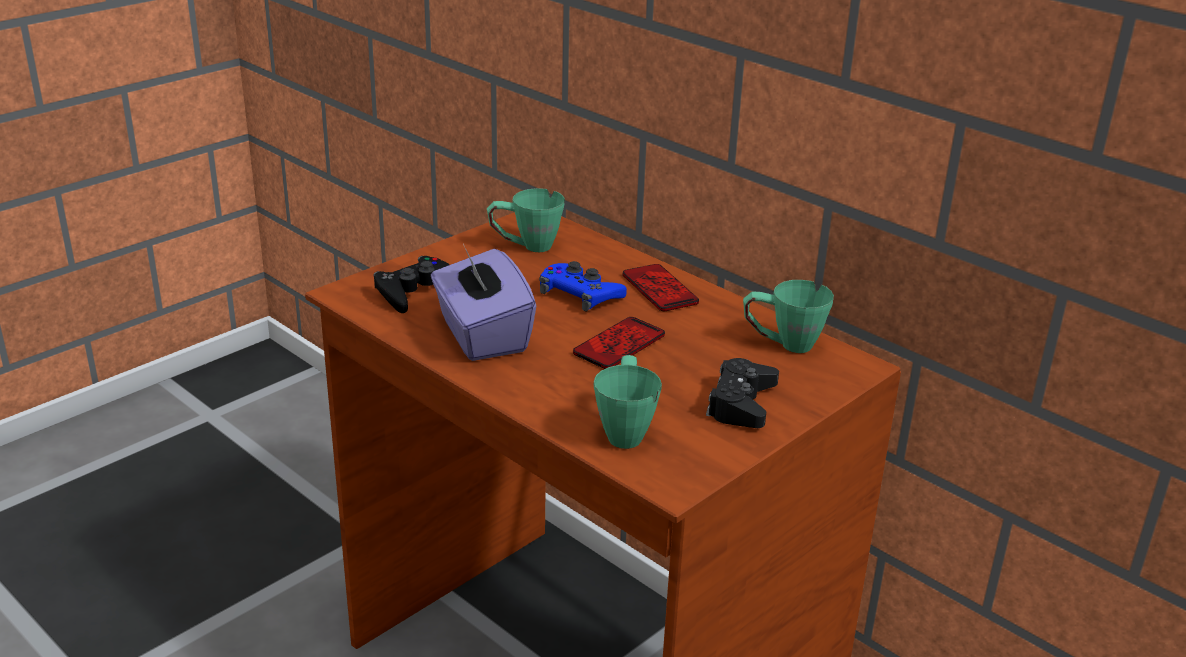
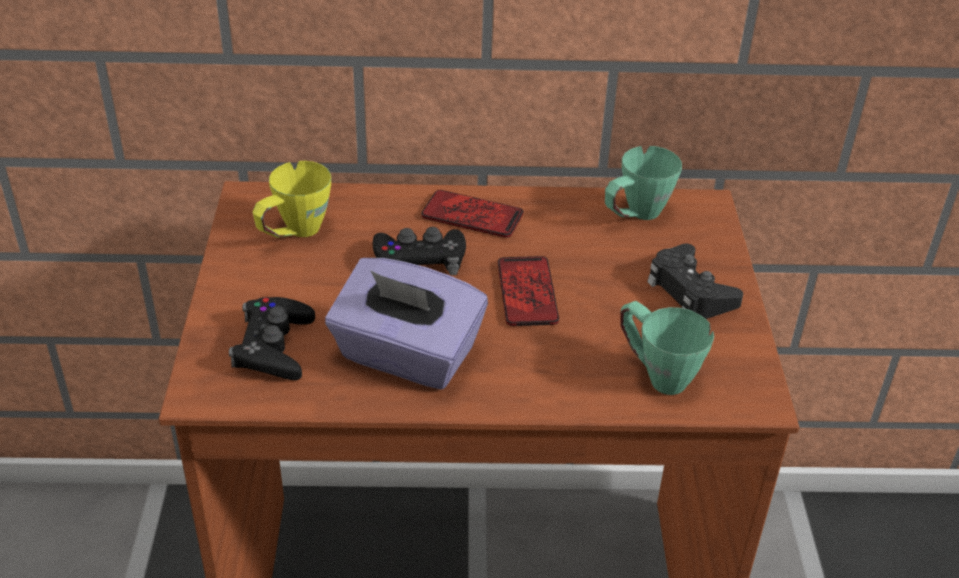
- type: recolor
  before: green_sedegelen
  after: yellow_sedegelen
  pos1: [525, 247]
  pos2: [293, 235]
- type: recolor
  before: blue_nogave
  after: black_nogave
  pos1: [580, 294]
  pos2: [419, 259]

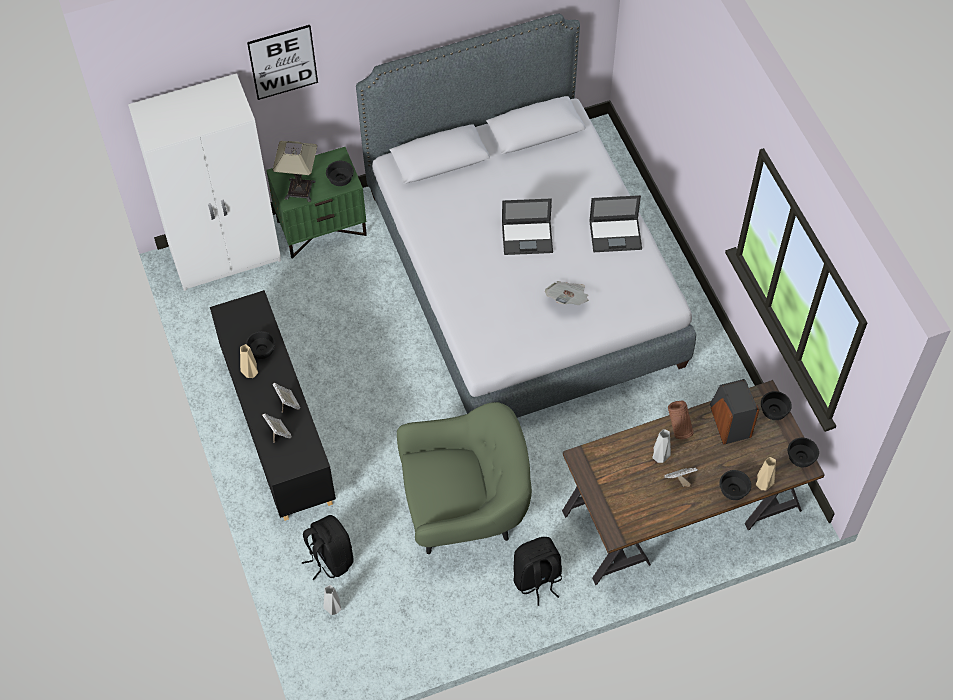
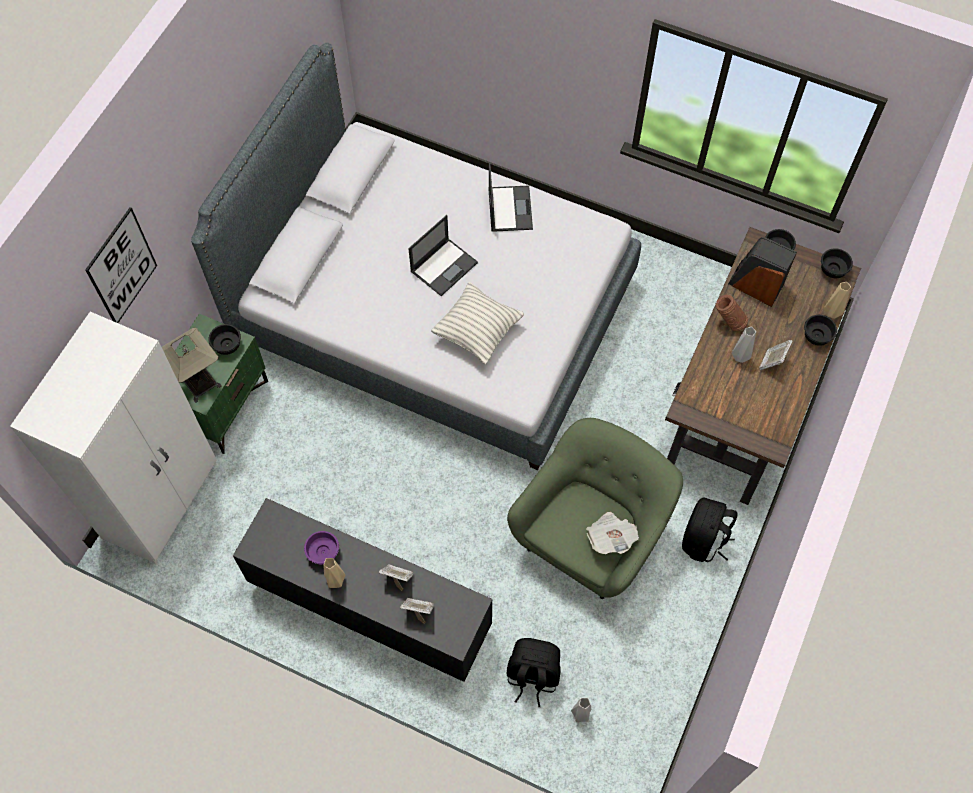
- type: recolor
  before: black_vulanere
  after: purple_vulanere
  pos1: [261, 350]
  pos2: [322, 552]
- type: insert
  after: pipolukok
  pos2: [477, 332]
- type: rotate
  before: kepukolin
  pos1: [616, 234]
  pos2: [510, 208]
  turn: -45
- type: move
  before: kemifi
  pos1: [568, 299]
  pos2: [610, 537]

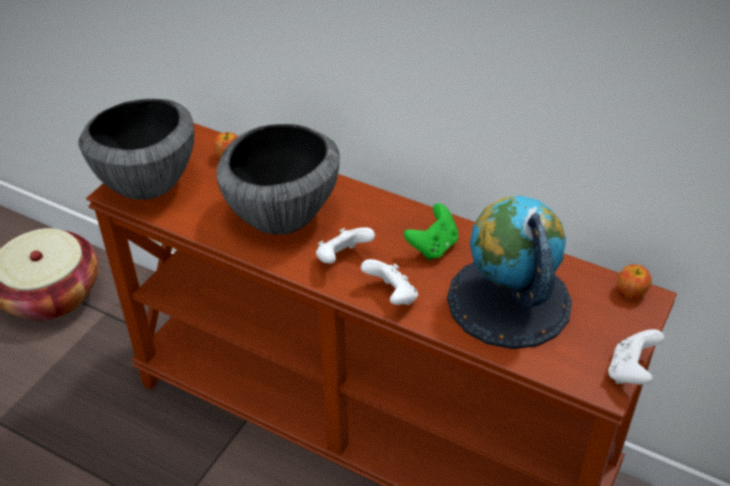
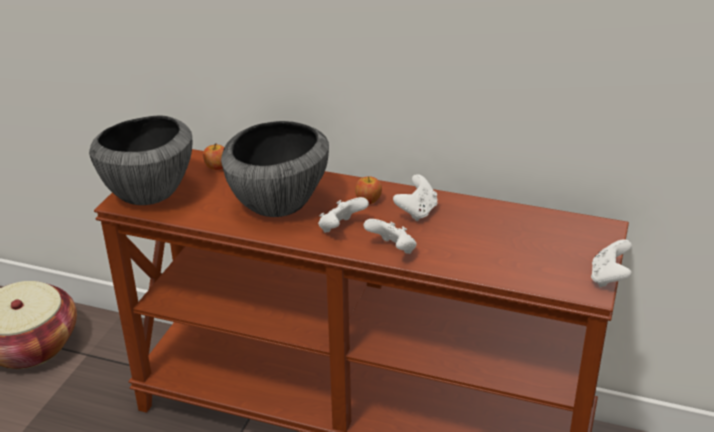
- type: move
  before: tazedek
  pos1: [631, 292]
  pos2: [368, 200]
- type: recolor
  before: green_nogave
  after: white_nogave
  pos1: [433, 247]
  pos2: [417, 212]
- type: delete
  before: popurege
  pos1: [508, 301]

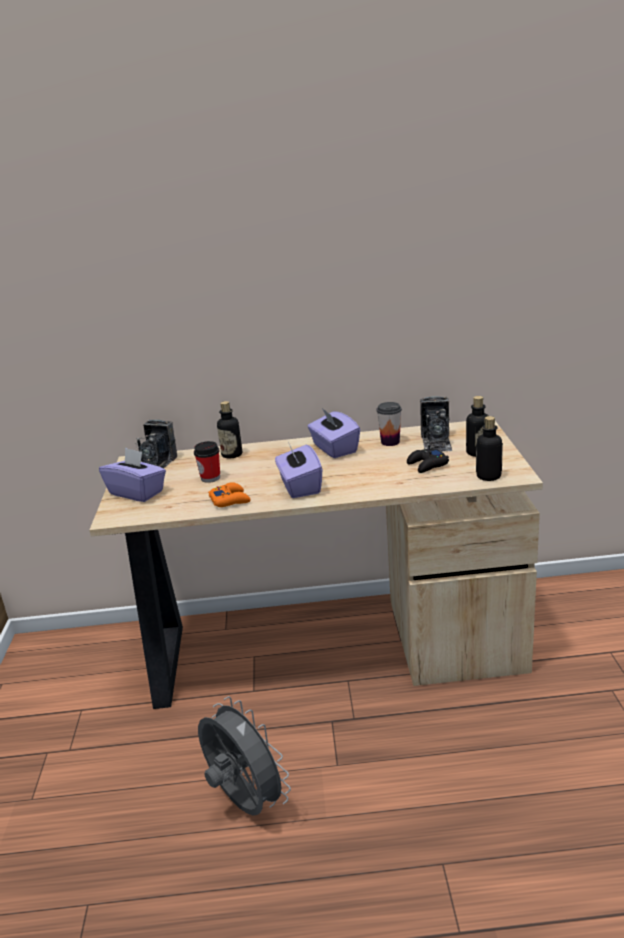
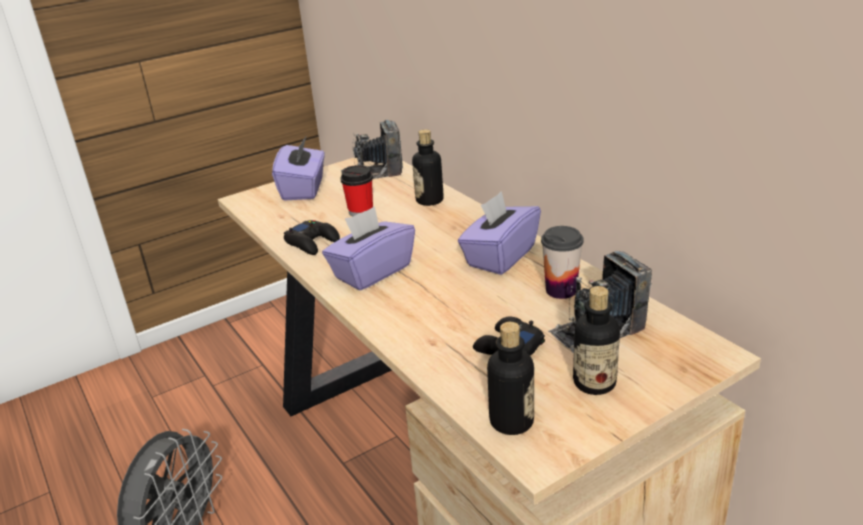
- type: recolor
  before: orange_nogave
  after: black_nogave
  pos1: [230, 500]
  pos2: [312, 242]

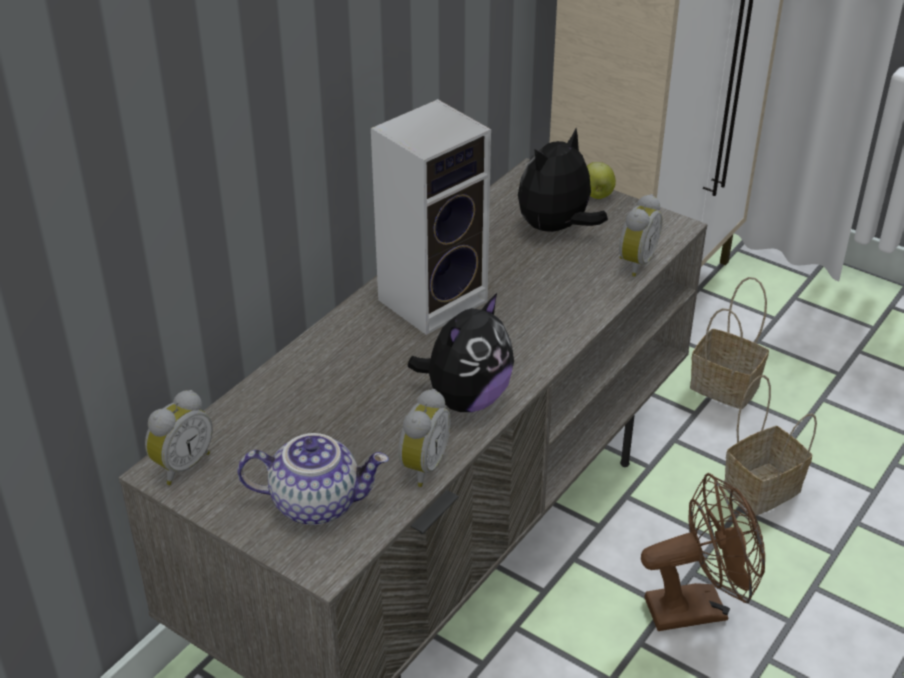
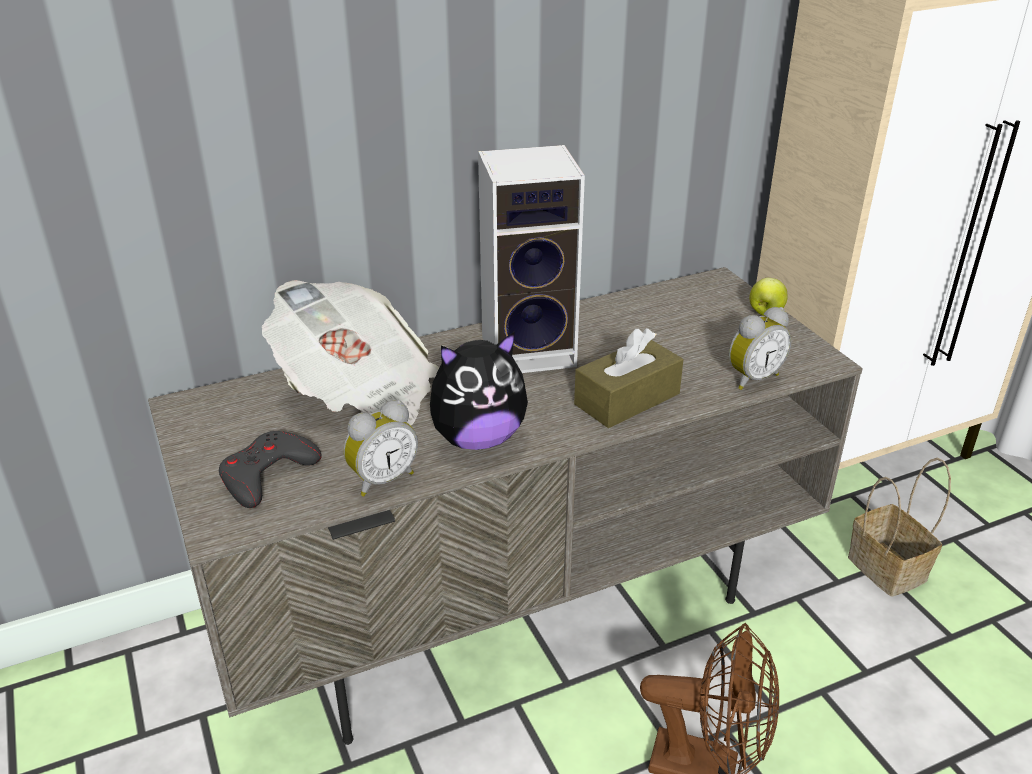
- type: replace
  before: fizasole
  after: grey_nogave
  pos1: [317, 502]
  pos2: [267, 474]
- type: insert
  after: kemifi
  pos2: [358, 391]
- type: insert
  after: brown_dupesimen
  pos2: [627, 399]
- type: delete
  before: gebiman
  pos1: [181, 465]
- type: delete
  before: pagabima
  pos1: [556, 228]
- type: delete
  before: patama
  pos1: [761, 490]

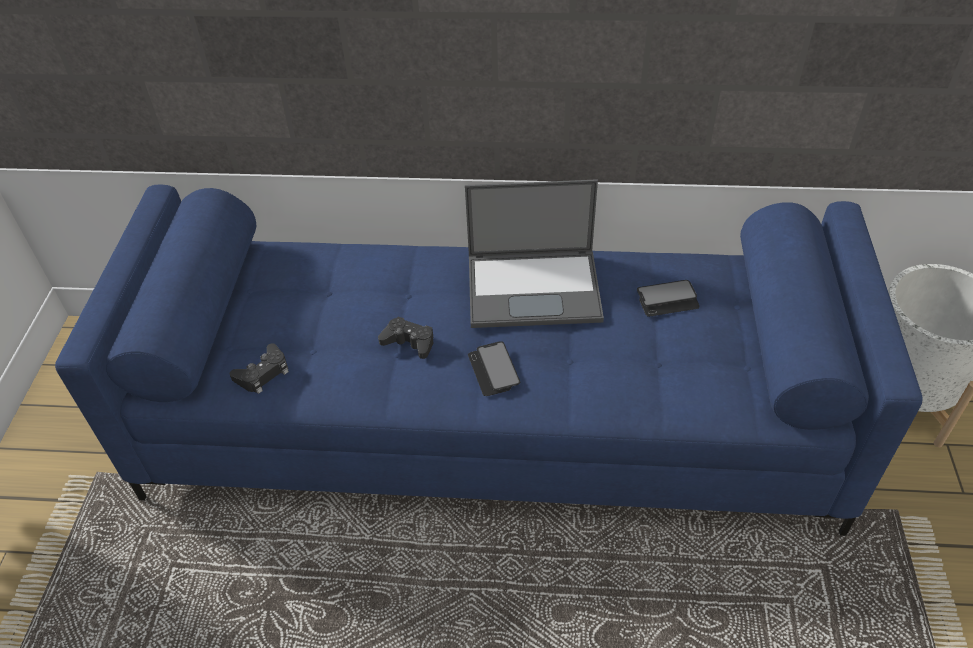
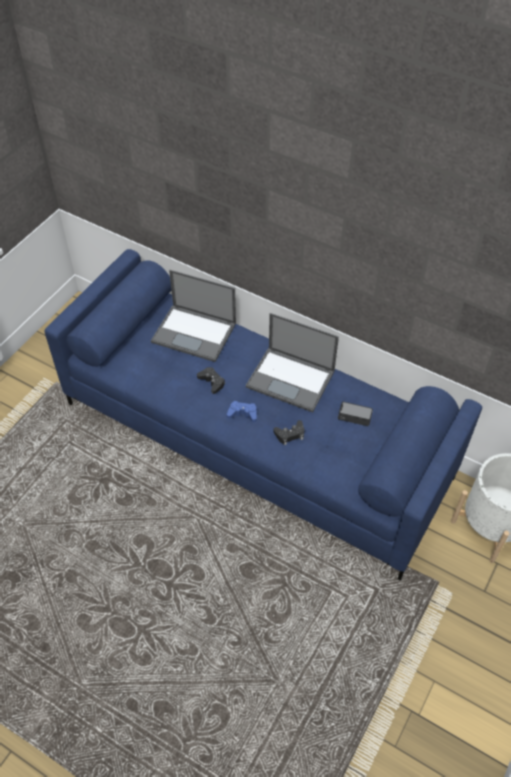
- type: insert
  after: kepukolin
  pos2: [195, 333]
- type: replace
  before: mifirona
  after: blue_nogave
  pos1: [493, 370]
  pos2: [242, 413]
- type: move
  before: black_nogave
  pos1: [263, 373]
  pos2: [290, 434]

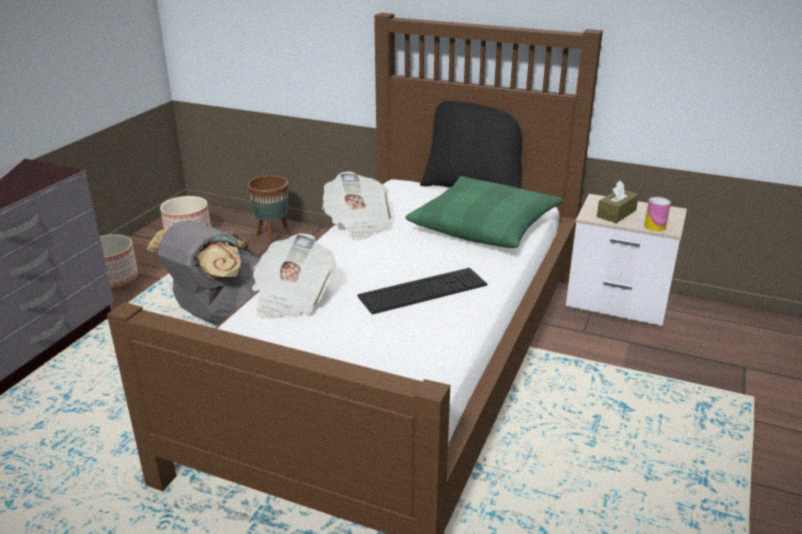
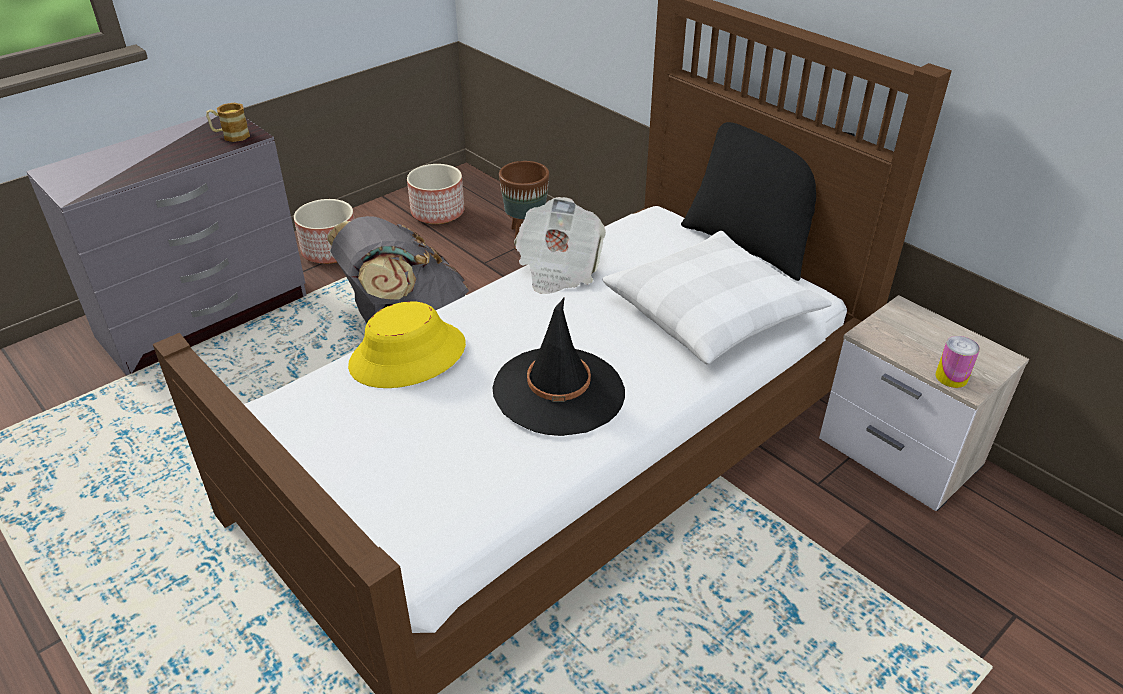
- type: insert
  after: sedegelen
  pos2: [230, 135]
- type: replace
  before: kemifi
  after: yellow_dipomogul
  pos1: [291, 298]
  pos2: [408, 356]
- type: replace
  before: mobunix
  after: black_dipomogul
  pos1: [423, 291]
  pos2: [559, 391]
- type: recolor
  before: green_pipolukok
  after: white_pipolukok
  pos1: [485, 225]
  pos2: [712, 312]
- type: delete
  before: brown_dupesimen
  pos1: [616, 213]

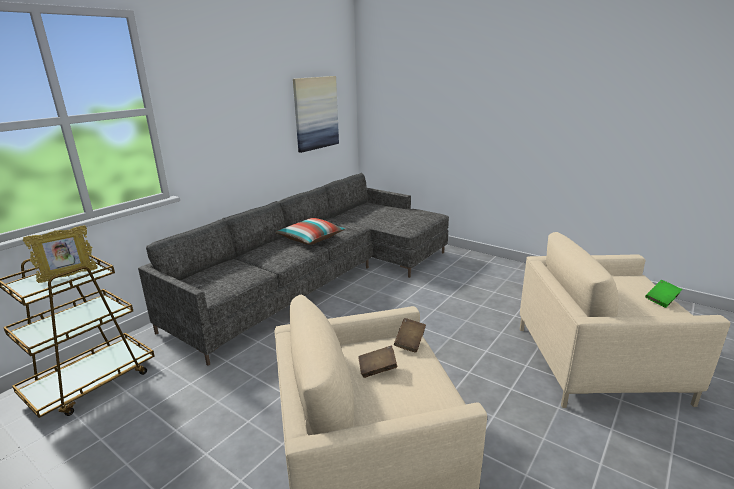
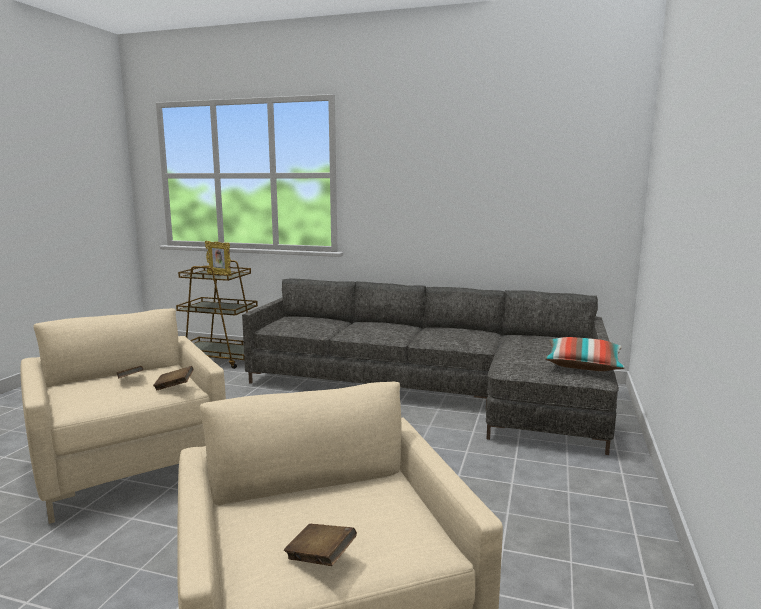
- type: recolor
  before: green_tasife
  after: brown_tasife
  pos1: [661, 300]
  pos2: [320, 558]
- type: move
  before: pipolukok
  pos1: [311, 239]
  pos2: [583, 365]
- type: delete
  before: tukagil
  pos1: [315, 113]

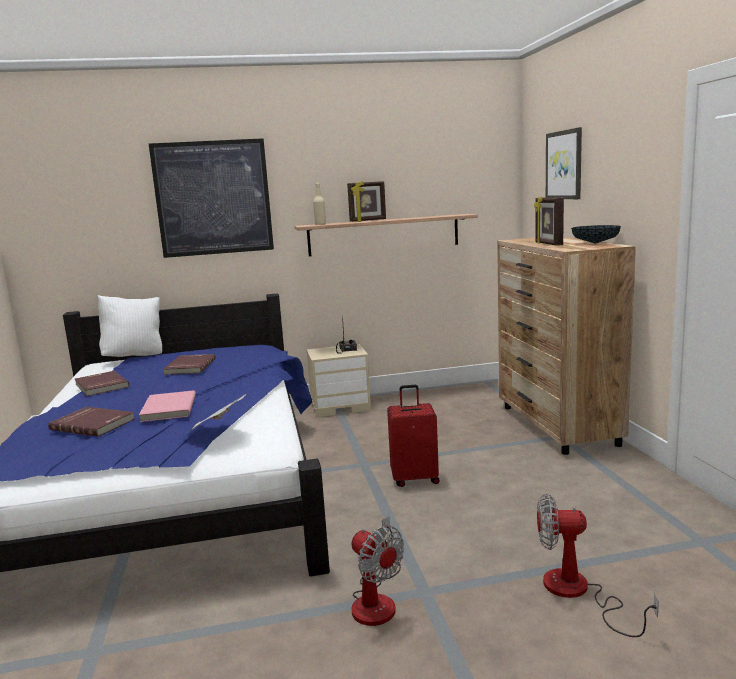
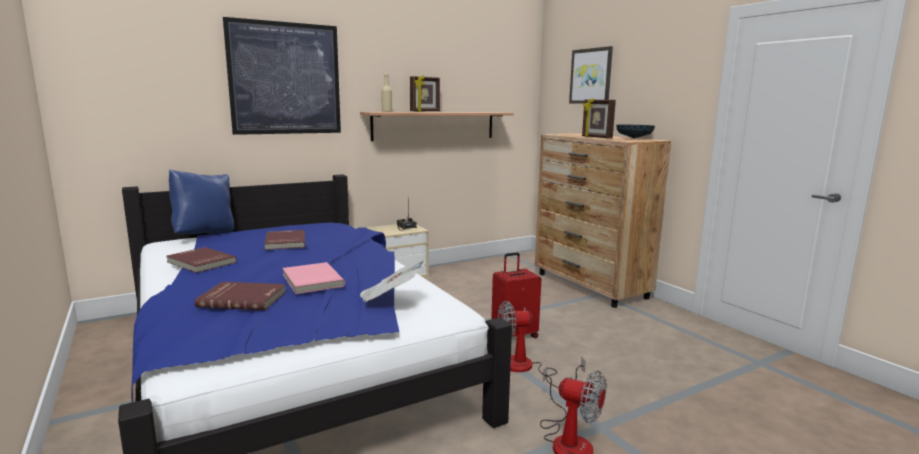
- type: recolor
  before: white_pipolukok
  after: blue_pipolukok
  pos1: [135, 356]
  pos2: [205, 234]
- type: move
  before: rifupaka
  pos1: [578, 593]
  pos2: [527, 368]

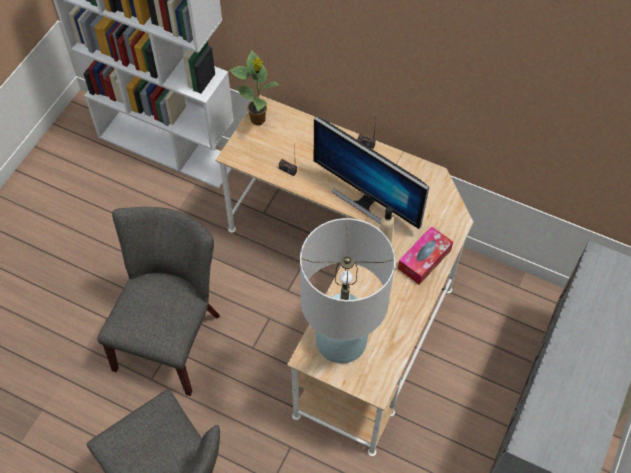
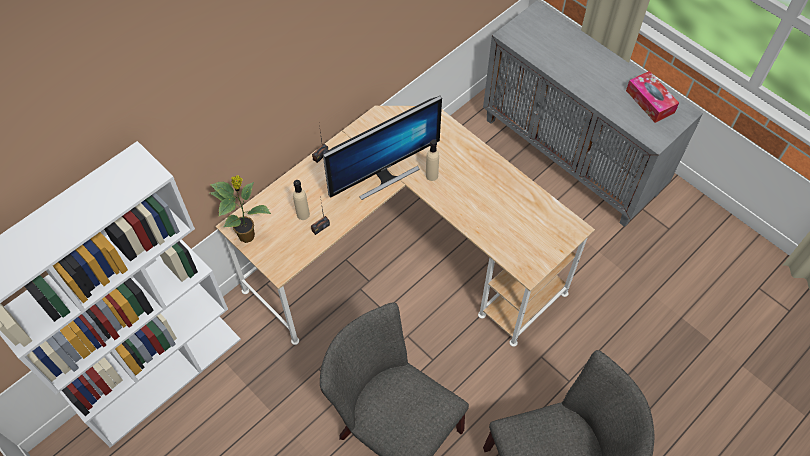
- type: insert
  after: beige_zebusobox
  pos2: [303, 214]
- type: move
  before: dupesimen
  pos1: [424, 259]
  pos2: [650, 101]
- type: delete
  before: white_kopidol
  pos1: [341, 341]

